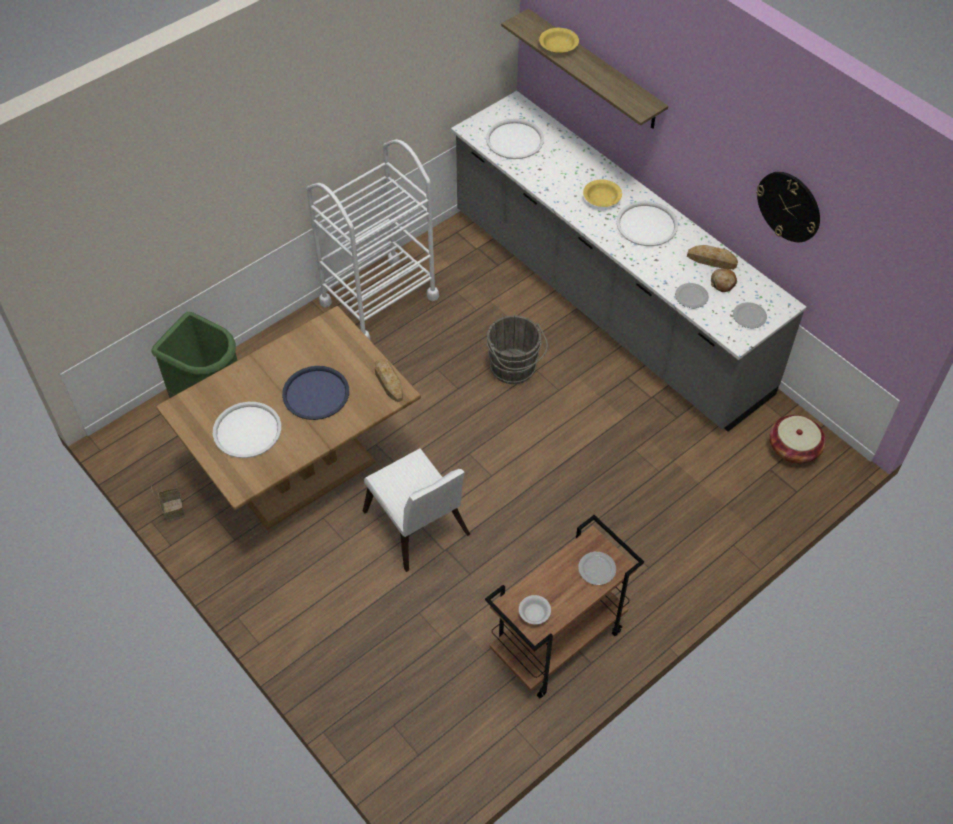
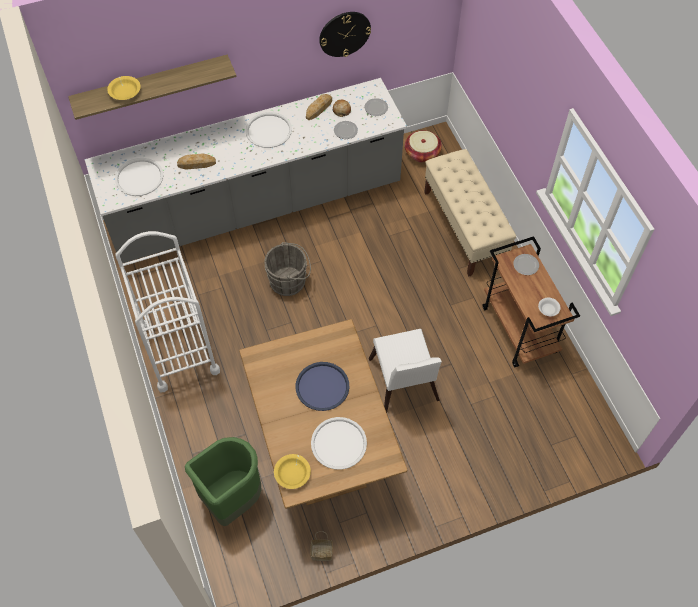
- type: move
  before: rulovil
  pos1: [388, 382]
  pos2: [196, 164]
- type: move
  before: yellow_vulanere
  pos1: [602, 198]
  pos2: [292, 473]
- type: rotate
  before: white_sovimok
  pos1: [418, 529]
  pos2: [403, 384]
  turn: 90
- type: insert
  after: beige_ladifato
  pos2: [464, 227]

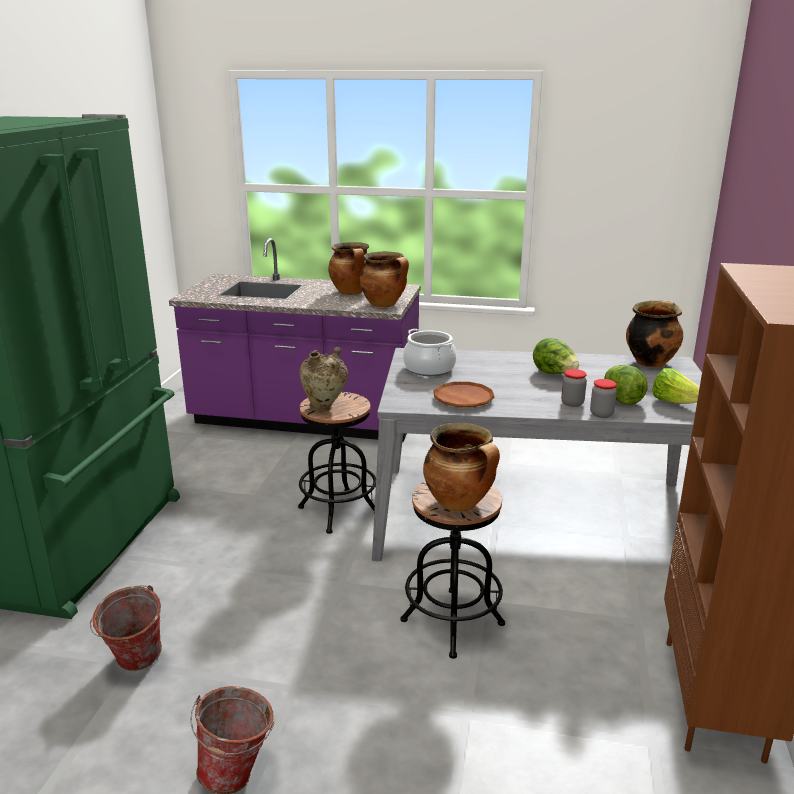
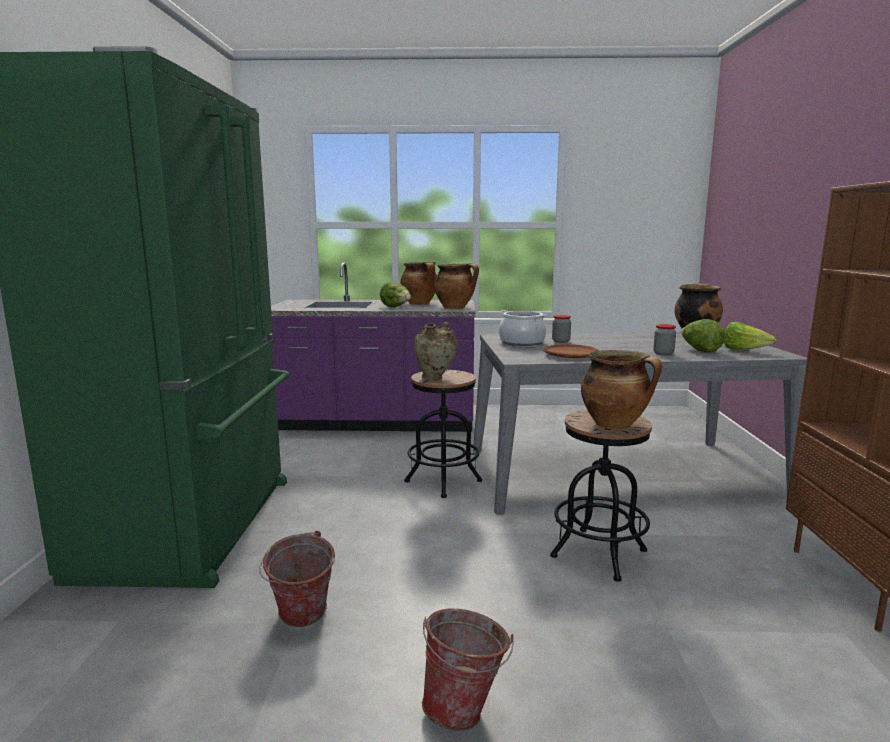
- type: move
  before: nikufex
  pos1: [554, 374]
  pos2: [396, 307]
- type: move
  before: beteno
  pos1: [601, 414]
  pos2: [561, 341]

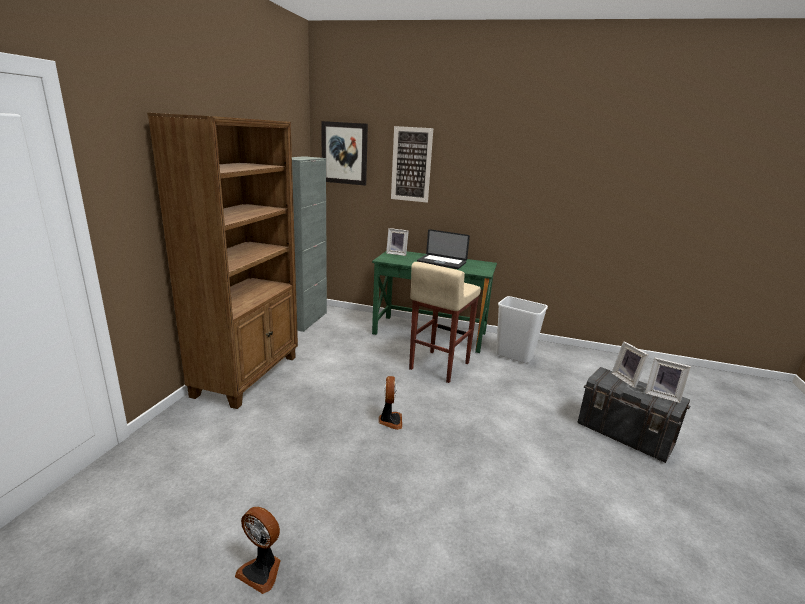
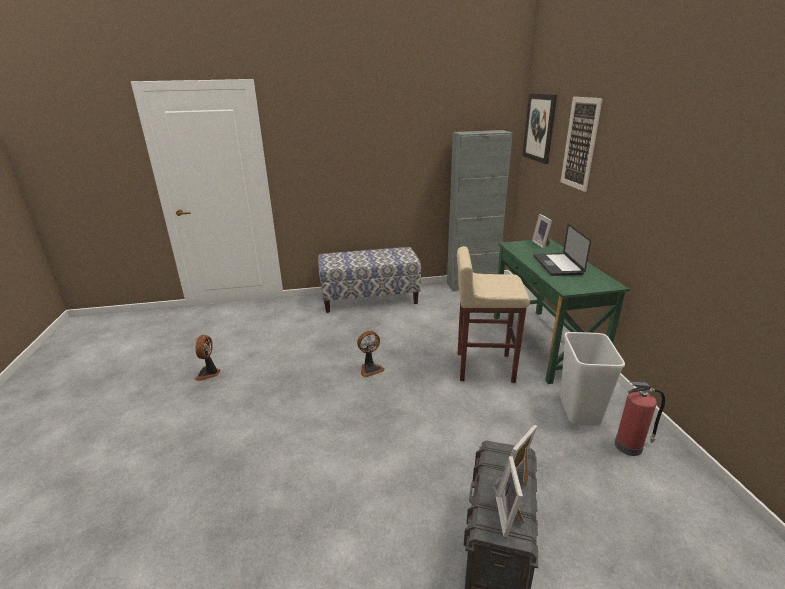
- type: replace
  before: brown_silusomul
  after: ladifato
  pos1: [248, 375]
  pos2: [370, 299]
- type: insert
  after: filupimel
  pos2: [630, 446]

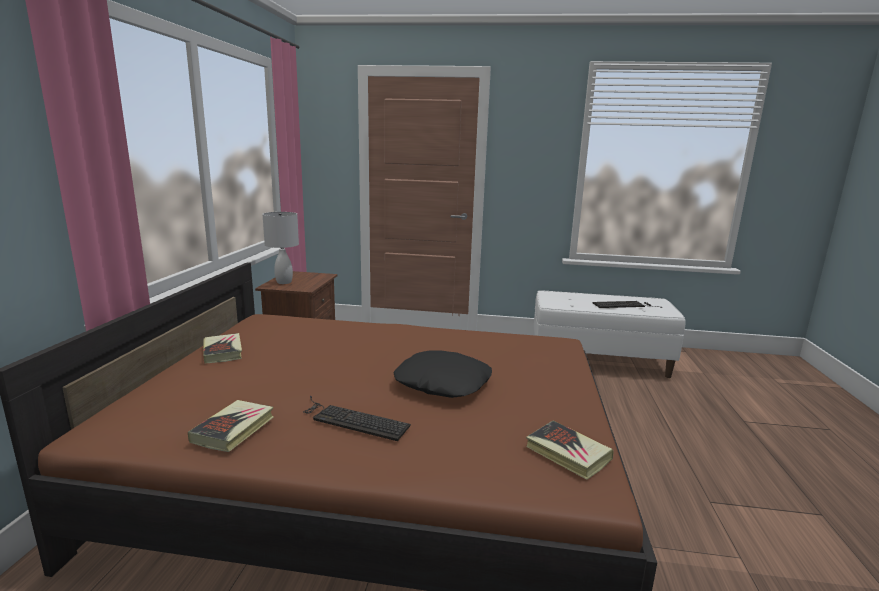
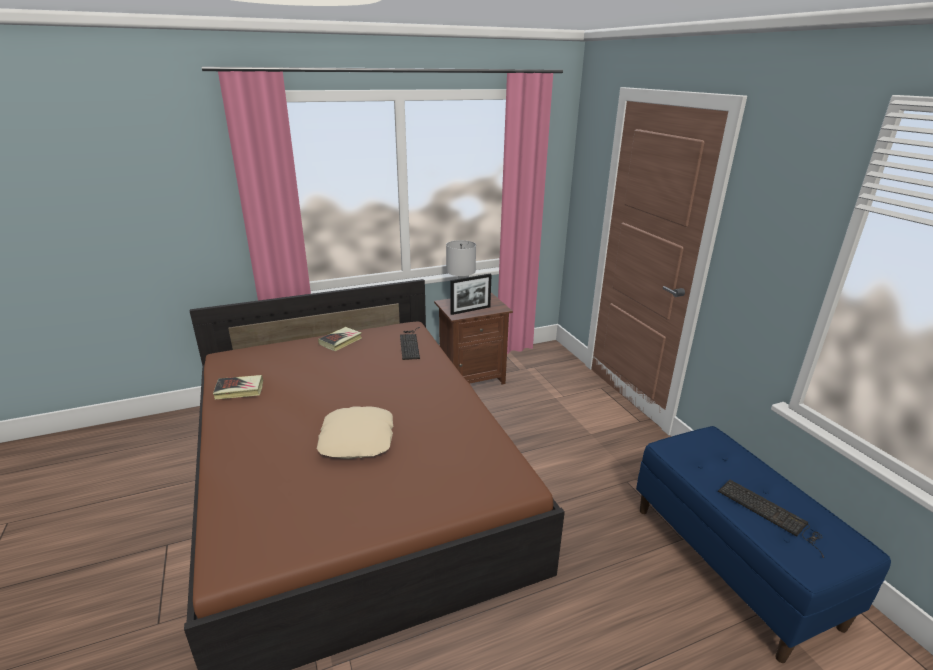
- type: recolor
  before: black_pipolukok
  after: beige_pipolukok
  pos1: [443, 382]
  pos2: [358, 439]
- type: move
  before: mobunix
  pos1: [352, 419]
  pos2: [410, 343]
- type: insert
  after: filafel
  pos2: [470, 310]
- type: recolor
  before: white_ladifato
  after: blue_ladifato
  pos1: [599, 360]
  pos2: [732, 563]
- type: delete
  before: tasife
  pos1: [568, 453]

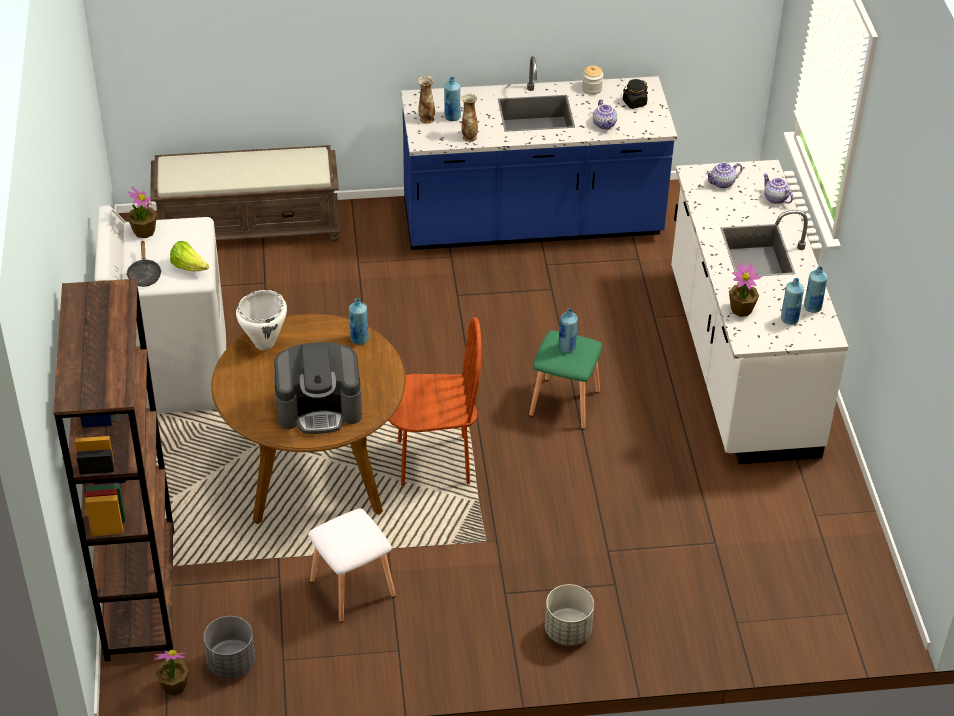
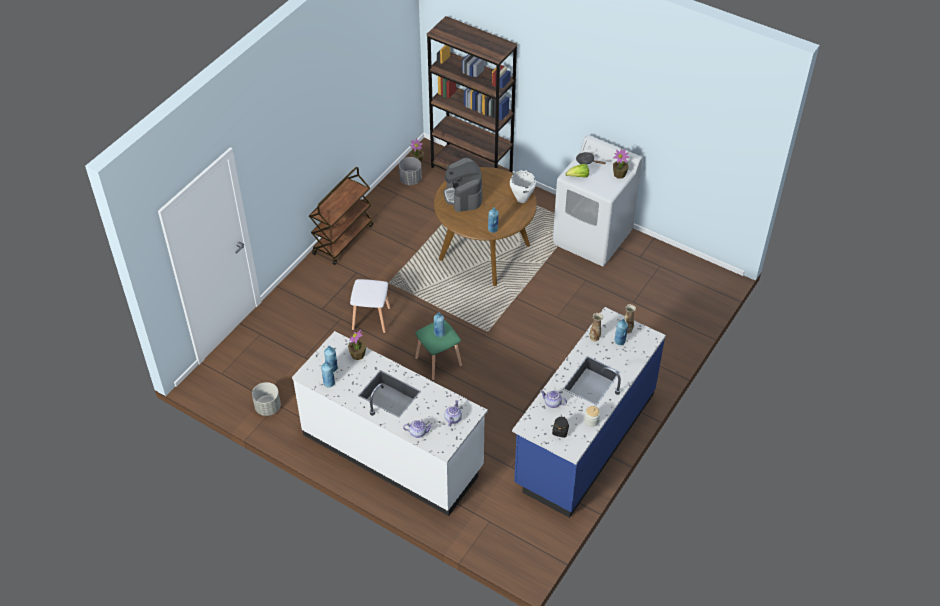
- type: move
  before: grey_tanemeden
  pos1: [568, 631]
  pos2: [267, 407]
- type: insert
  after: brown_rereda
  pos2: [343, 239]
- type: move
  before: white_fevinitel
  pos1: [351, 589]
  pos2: [371, 318]
- type: rotate
  before: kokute
  pos1: [319, 408]
  pos2: [463, 195]
  turn: -45
- type: delete
  before: brown_ladifato
  pos1: [250, 228]
- type: delete
  before: brown_sovimok
  pos1: [433, 462]

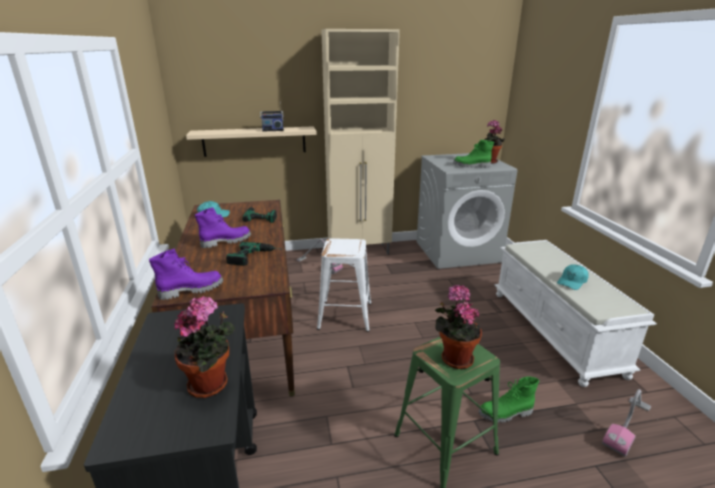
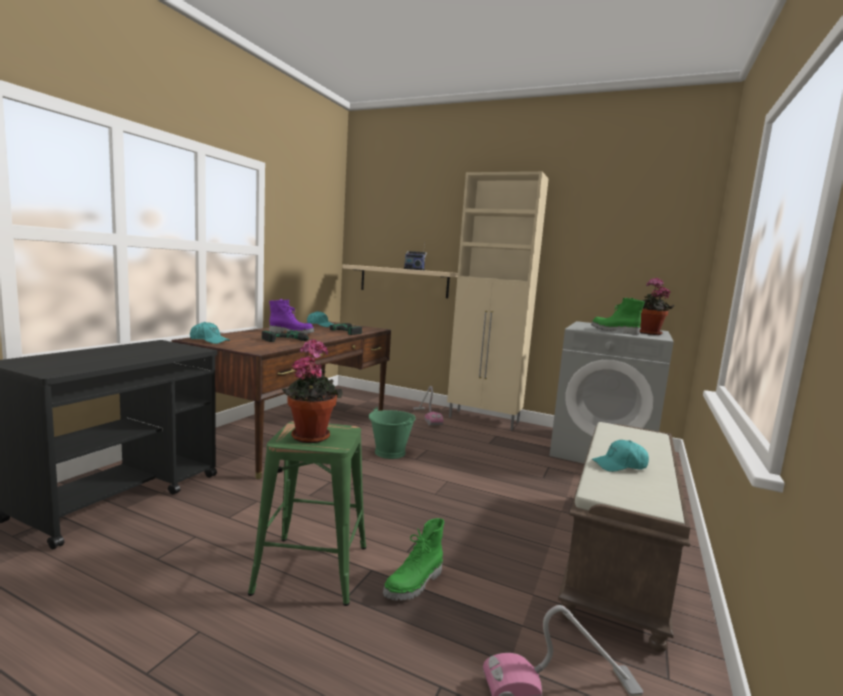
- type: replace
  before: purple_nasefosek
  after: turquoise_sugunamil
  pos1: [191, 290]
  pos2: [209, 340]
- type: replace
  before: white_fevinitel
  after: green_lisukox
  pos1: [346, 315]
  pos2: [390, 453]
- type: rotate
  before: green_nasefosek
  pos1: [506, 414]
  pos2: [415, 584]
  turn: -75
- type: recolor
  before: white_ladifato
  after: brown_ladifato
  pos1: [555, 331]
  pos2: [618, 557]
- type: delete
  before: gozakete
  pos1: [212, 384]

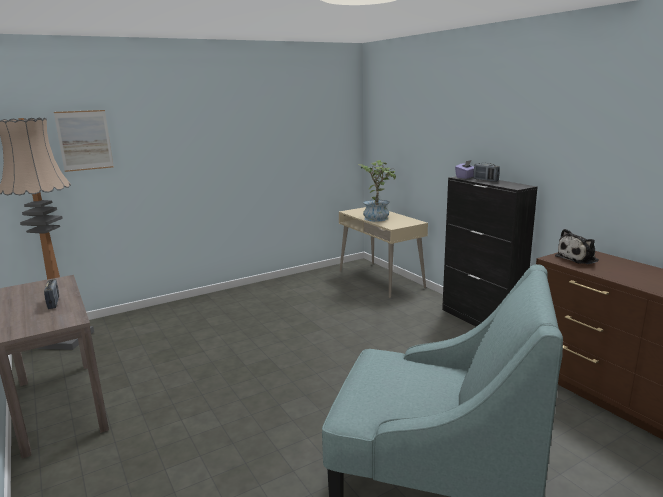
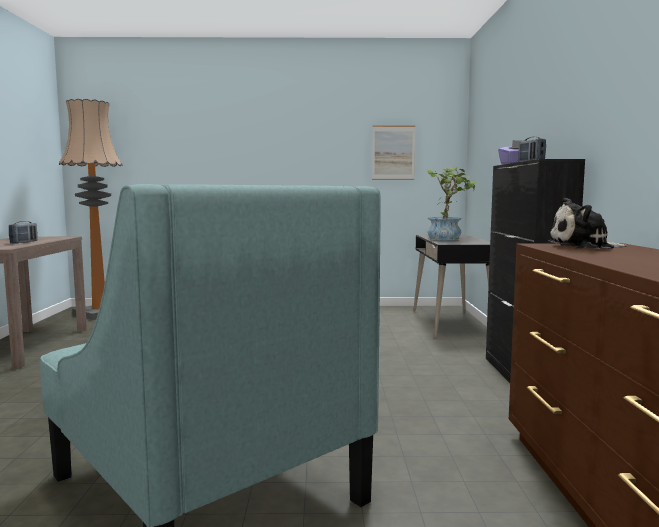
- type: move
  before: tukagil
  pos1: [84, 140]
  pos2: [393, 152]
- type: recolor
  before: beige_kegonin
  after: black_kegonin
  pos1: [381, 279]
  pos2: [451, 323]

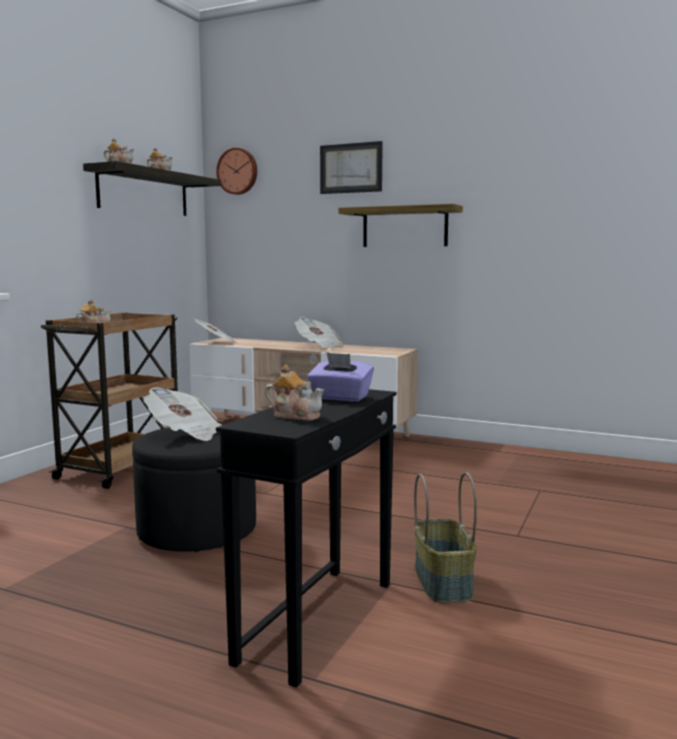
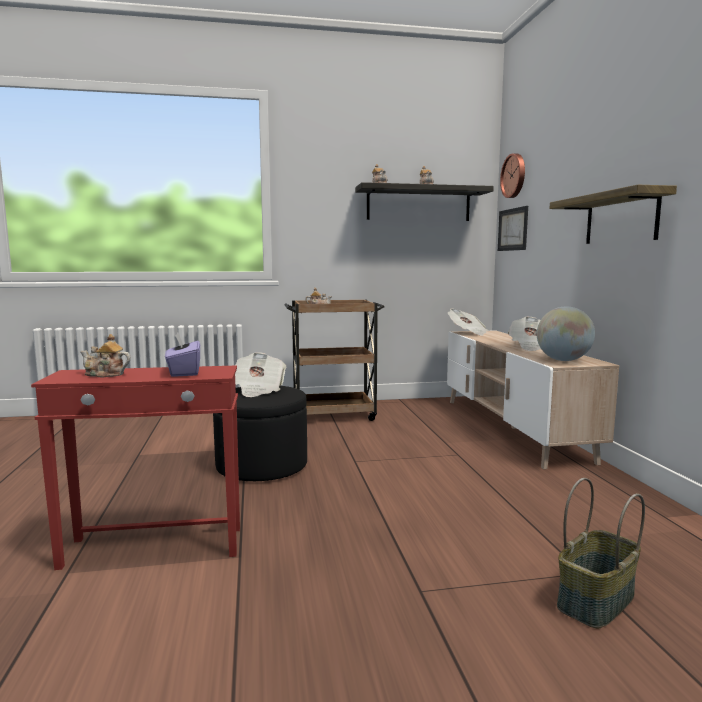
- type: recolor
  before: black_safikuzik
  after: red_safikuzik
  pos1: [319, 620]
  pos2: [154, 548]
- type: rotate
  before: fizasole
  pos1: [295, 416]
  pos2: [105, 374]
  turn: 105
- type: move
  before: tukagil
  pos1: [351, 168]
  pos2: [513, 229]
- type: insert
  after: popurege
  pos2: [563, 360]
- type: move
  before: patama
  pos1: [444, 582]
  pos2: [597, 602]

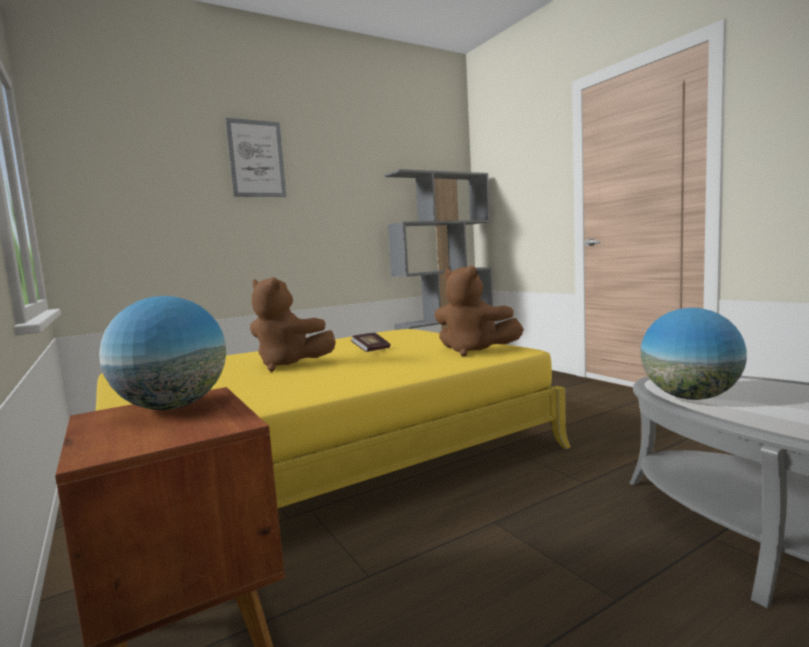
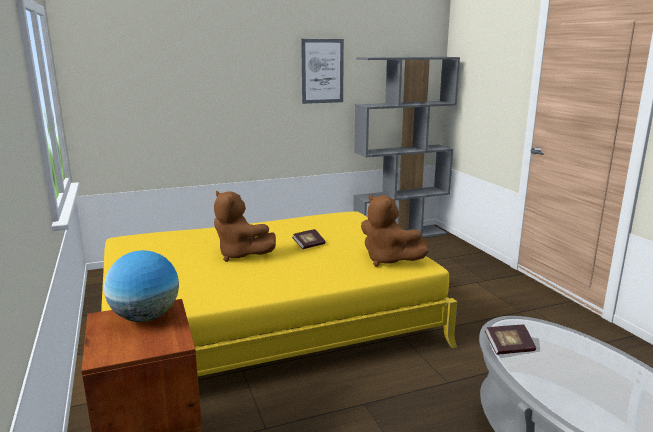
- type: move
  before: tukagil
  pos1: [256, 159]
  pos2: [322, 71]
- type: replace
  before: popurege
  after: tasife
  pos1: [690, 397]
  pos2: [509, 348]

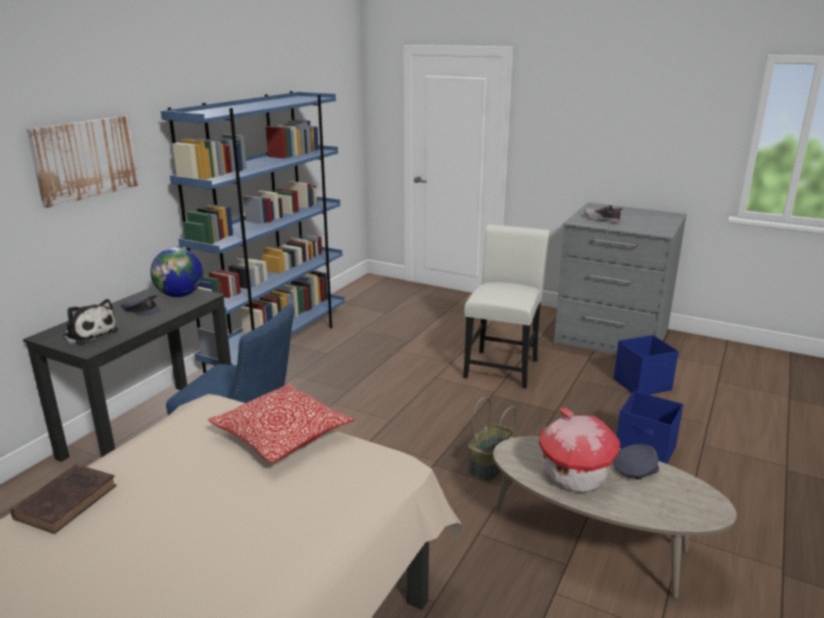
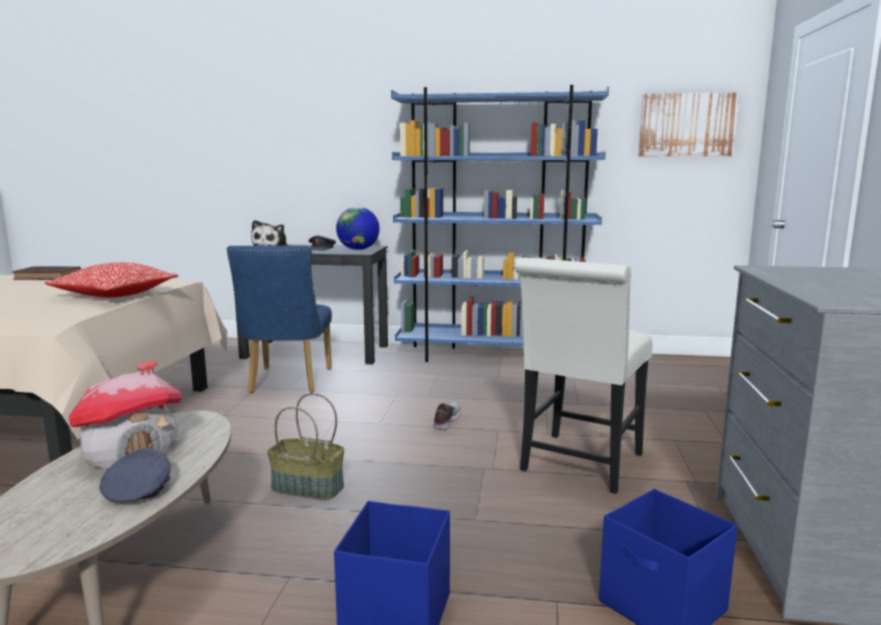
- type: rotate
  before: grey_sugunamil
  pos1: [635, 469]
  pos2: [138, 490]
  turn: -135
- type: move
  before: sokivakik
  pos1: [602, 220]
  pos2: [445, 421]
- type: rotate
  before: white_sovimok
  pos1: [503, 366]
  pos2: [578, 466]
  turn: 120
- type: move
  before: tukagil
  pos1: [85, 159]
  pos2: [687, 125]

